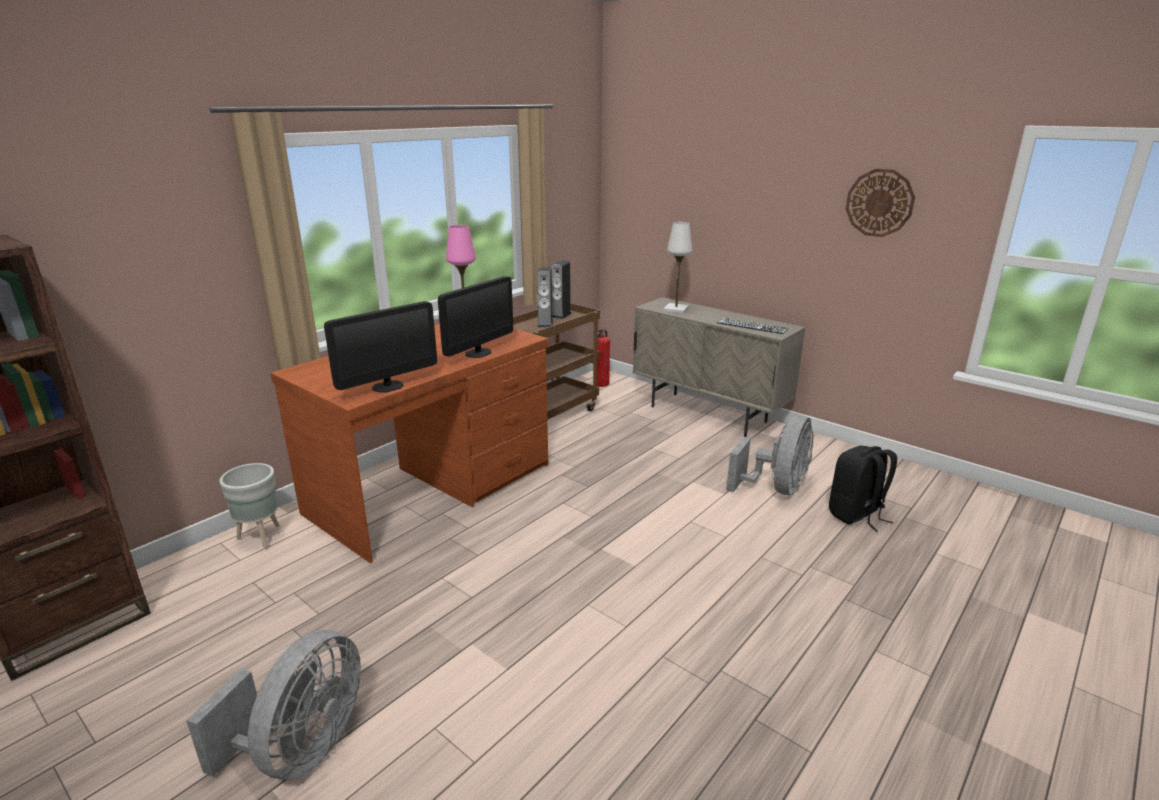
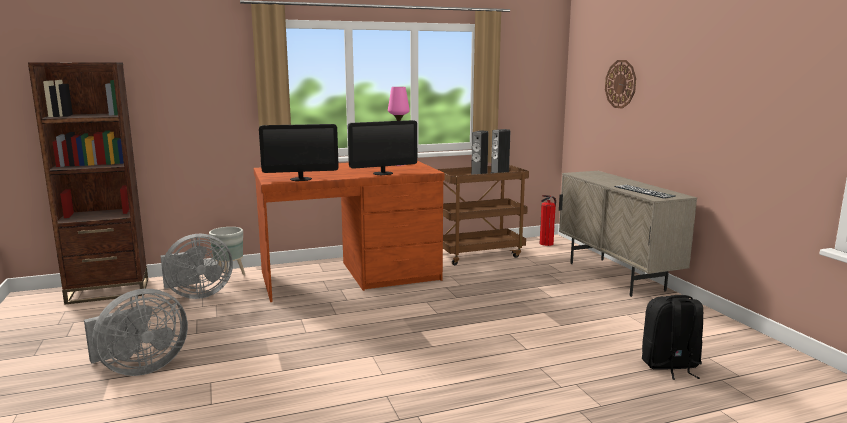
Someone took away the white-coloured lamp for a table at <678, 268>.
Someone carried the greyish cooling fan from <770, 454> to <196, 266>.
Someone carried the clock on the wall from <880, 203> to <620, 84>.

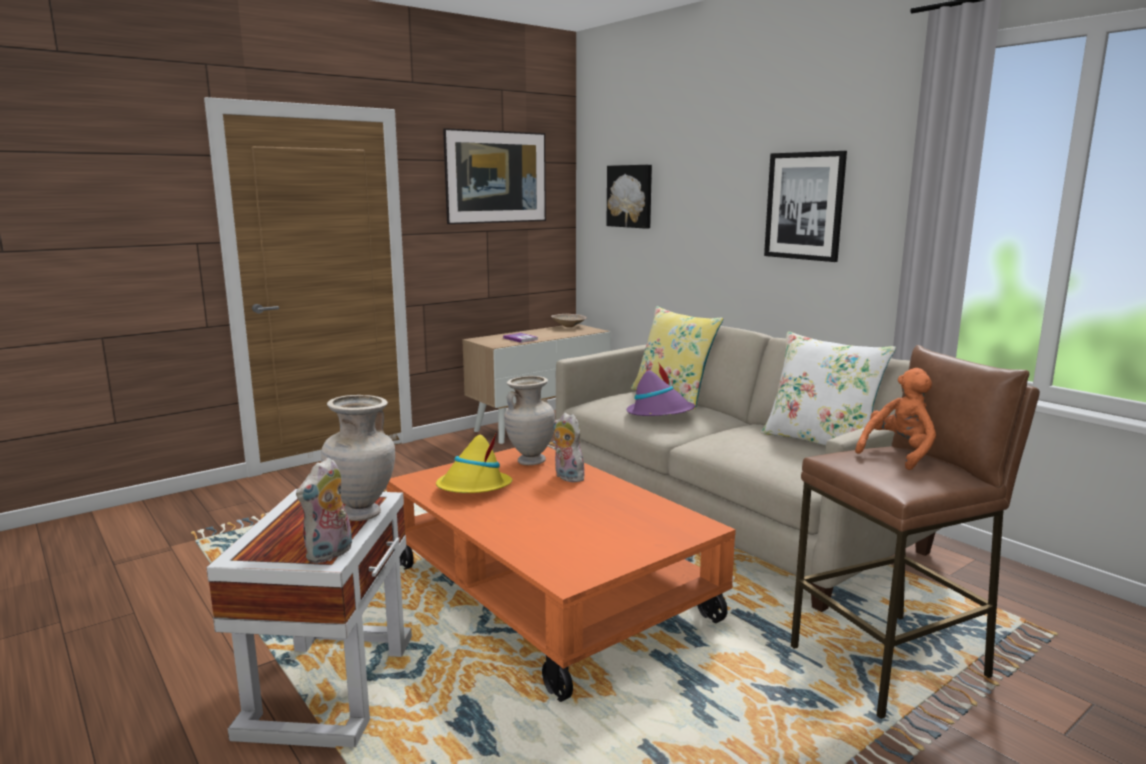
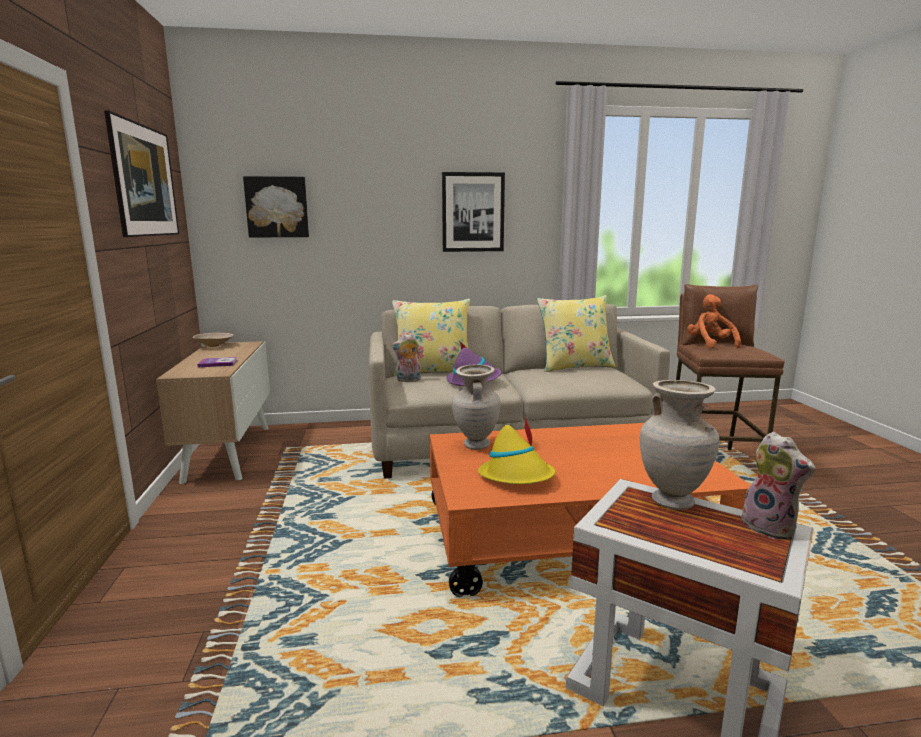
Someone carried the plush toy from <569, 447> to <406, 358>.
Someone repainted the white-coloured throw pillow at <828, 388>, which became the yellowish throw pillow at <576, 333>.

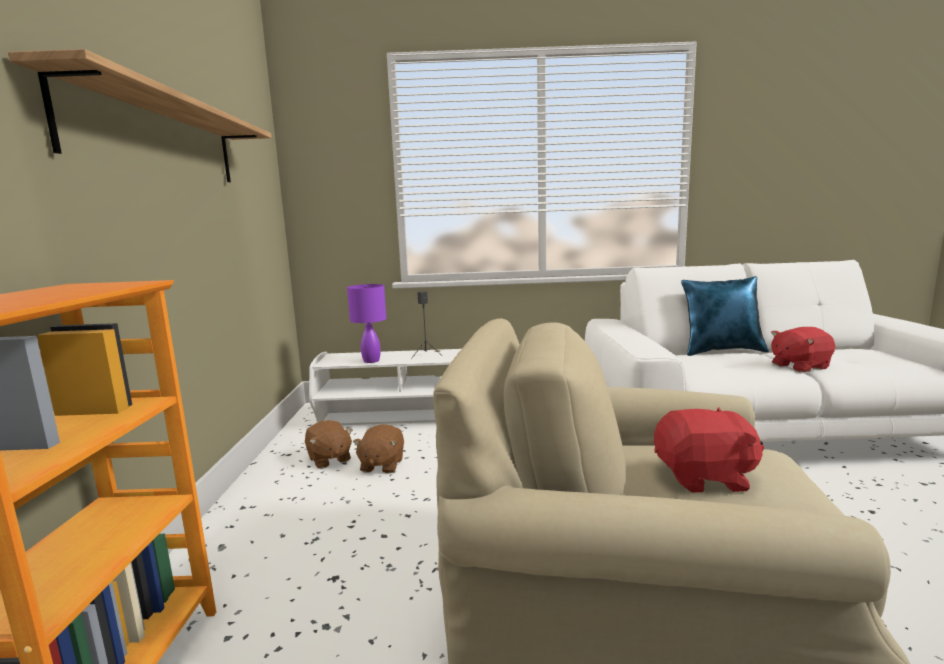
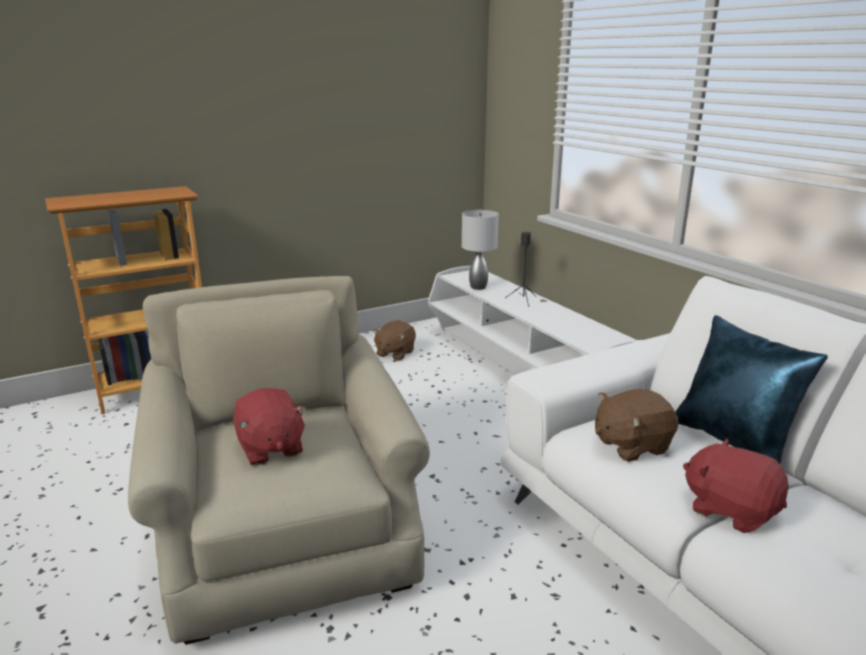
Someone took away the shelf at <140, 115>.
Someone carried the brownish plush toy from <378, 448> to <637, 425>.
Someone repainted the purple-coloured lamp for a table at <366, 323>, which became the greyish lamp for a table at <480, 250>.

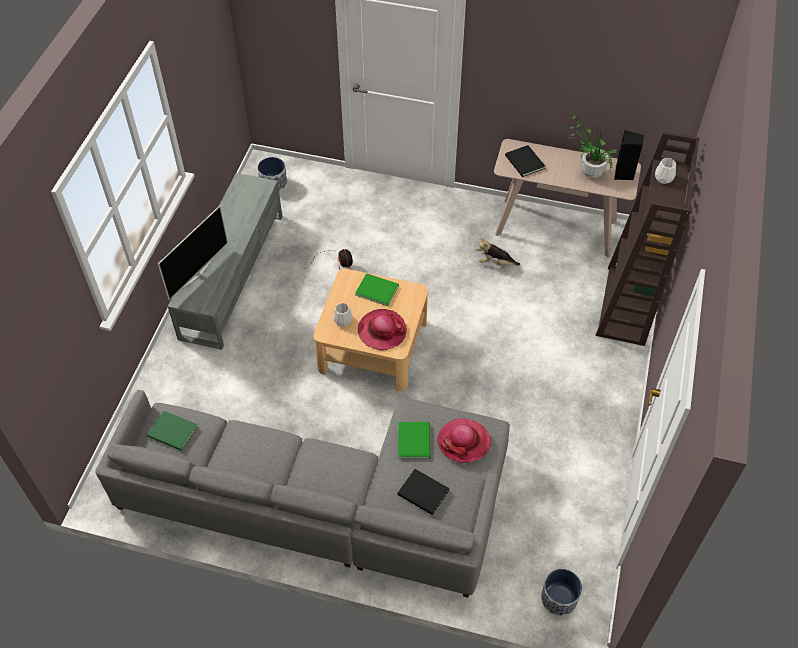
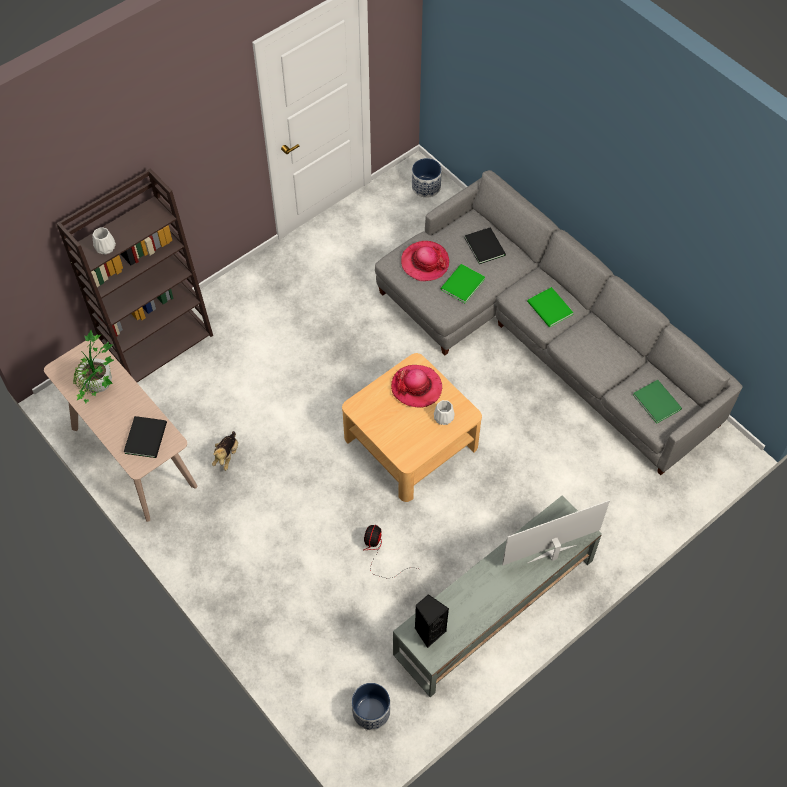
Someone carried the green volume from <377, 289> to <550, 307>.
Someone carried the black loudspeaker from <629, 155> to <432, 621>.
Someone rotated the plush toy at <498, 252> by 60 degrees clockwise.

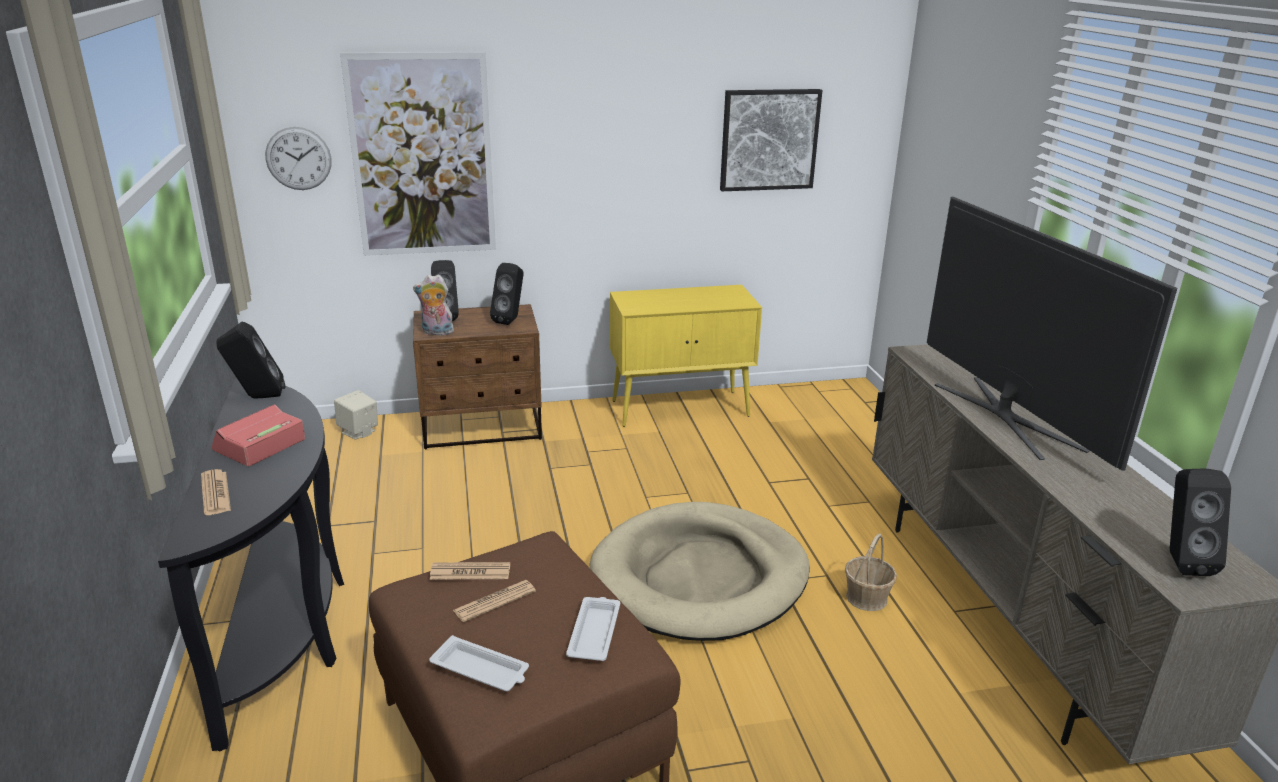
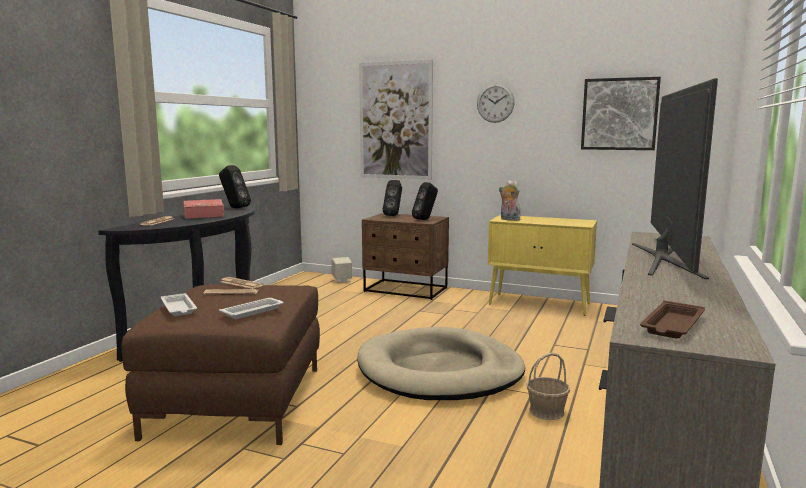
Someone carried the clock on the wall from <298, 158> to <496, 103>.
Someone carried the plush toy from <433, 304> to <509, 200>.
Someone swapped the black loudspeaker at <1200, 522> for the brownish tray at <672, 320>.

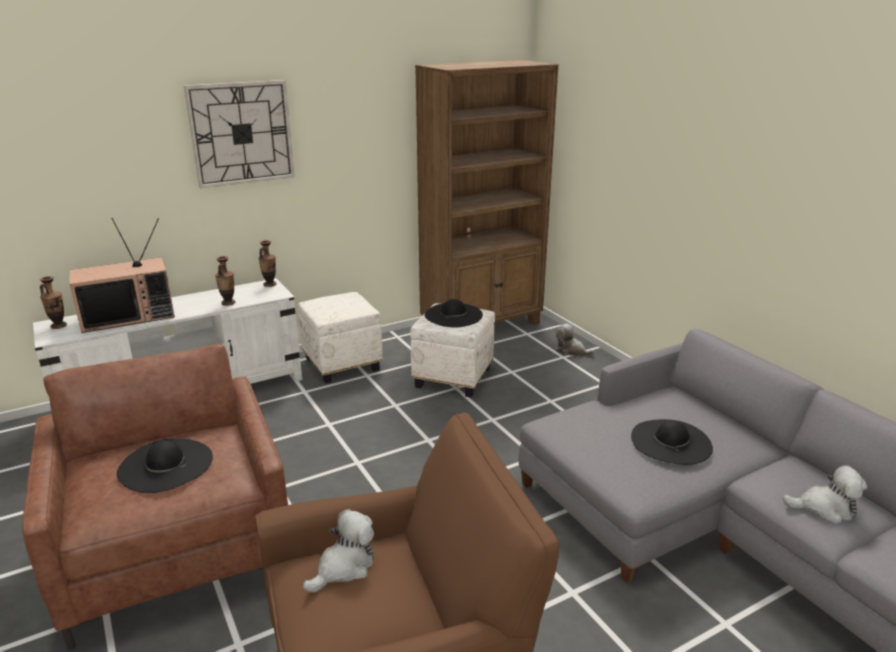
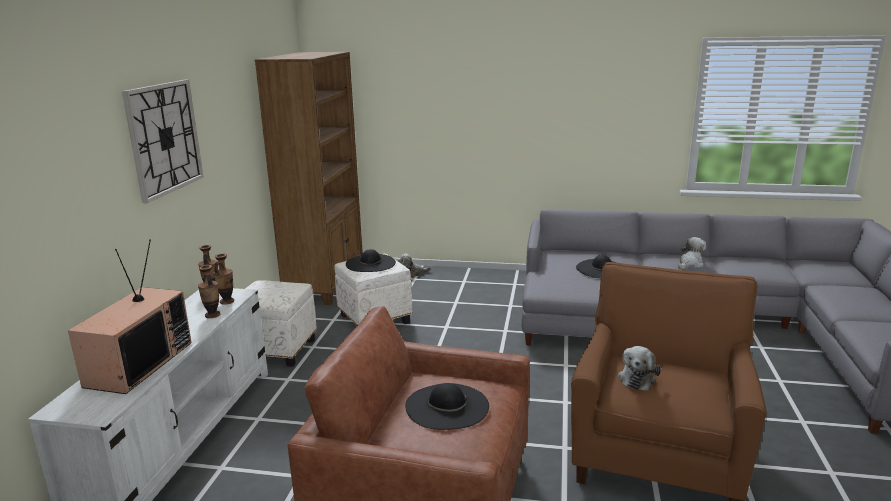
Someone carried the decorative vase from <53, 302> to <223, 279>.
Someone rotated the plush toy at <338, 550> by 150 degrees counterclockwise.

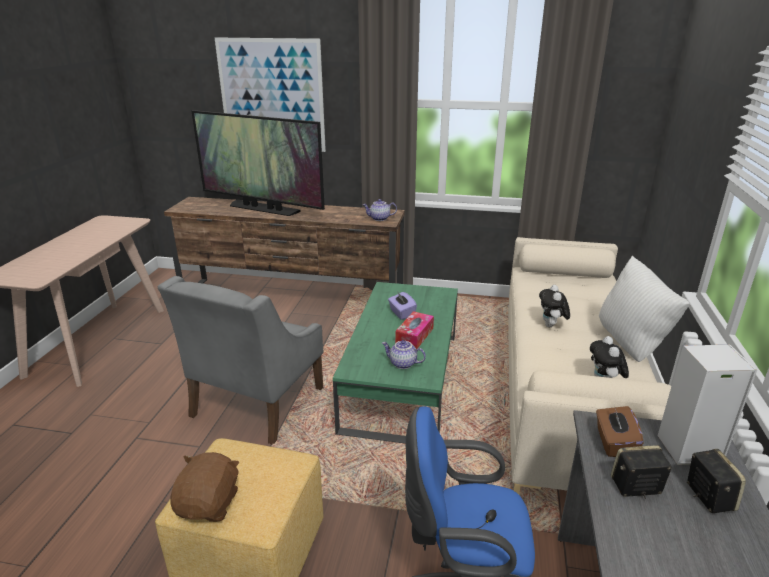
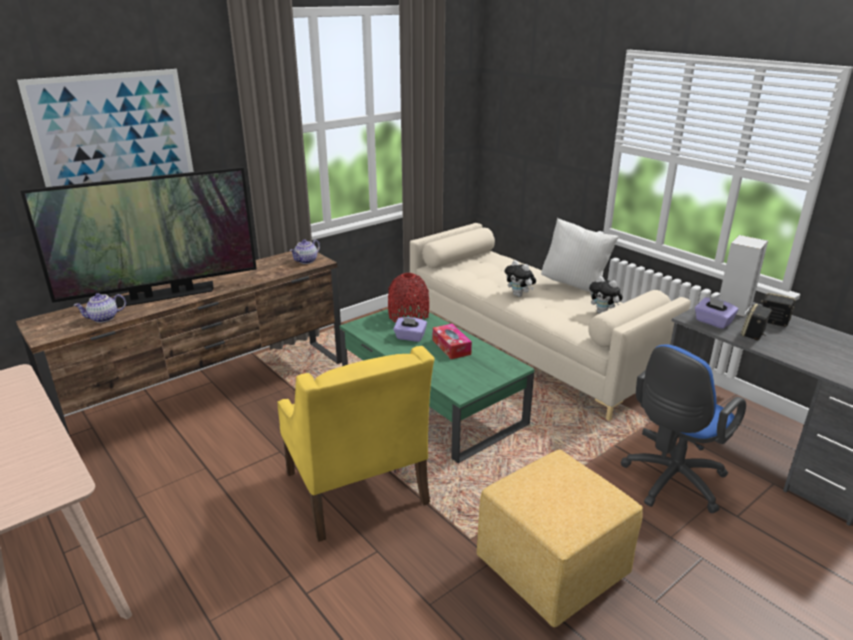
Someone took away the brownish plush toy at <205, 487>.
Someone put down the red decorative vase at <408, 297>.
Someone carried the tea pot from <404, 354> to <99, 308>.
Someone repainted the greyish lounge chair at <241, 360>, which became the yellowish lounge chair at <355, 444>.
Someone repainted the brownish tissue holder at <619, 430>, which became the purple-coloured tissue holder at <717, 313>.

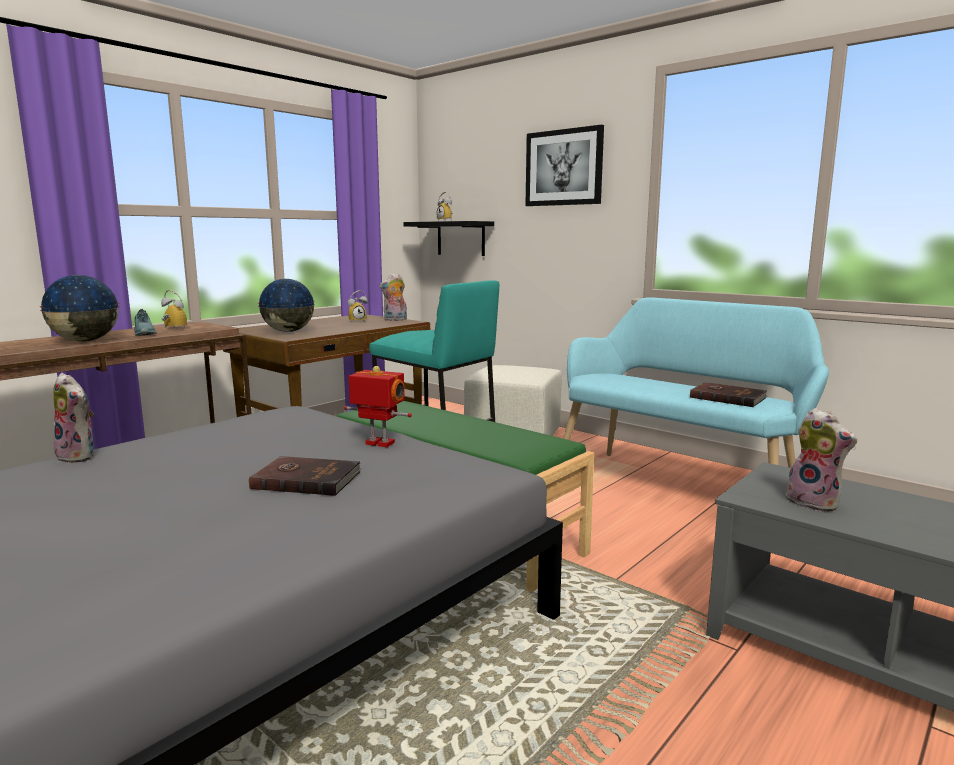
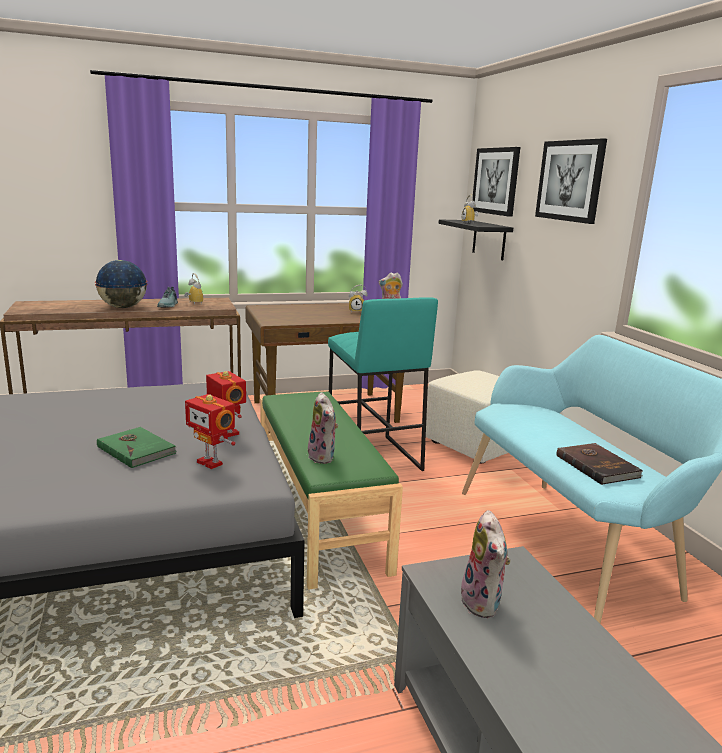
Someone took away the world globe at <286, 305>.
Someone put down the toy robot at <210, 431>.
Someone put up the wall art at <496, 182>.
Someone carried the plush toy from <74, 418> to <323, 428>.
Someone repainted the brownish volume at <305, 476>, which became the green volume at <137, 447>.

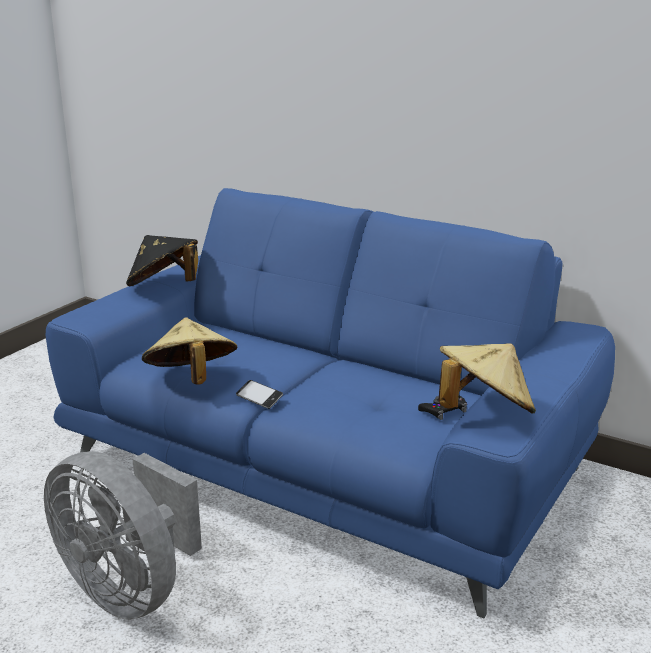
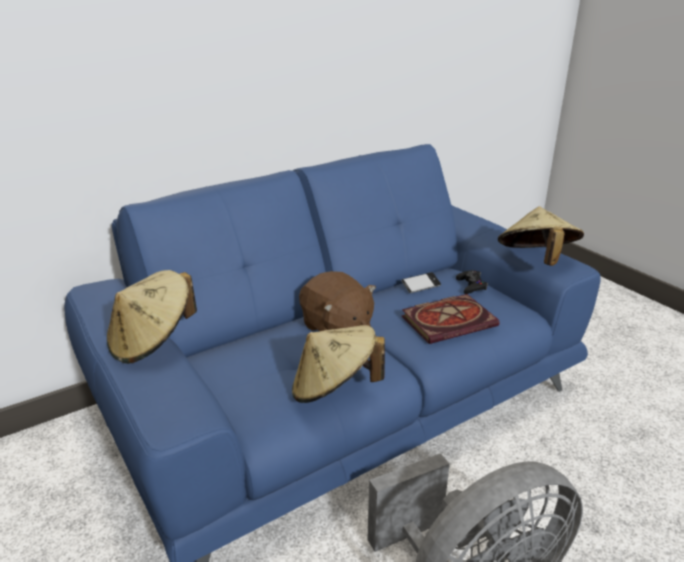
Someone put down the brownish plush toy at <337, 301>.
Someone put down the volume at <450, 319>.
Someone carried the handset from <259, 394> to <421, 282>.
Someone repainted the black clothing hat at <162, 260>, which became the sand-coloured clothing hat at <152, 317>.

